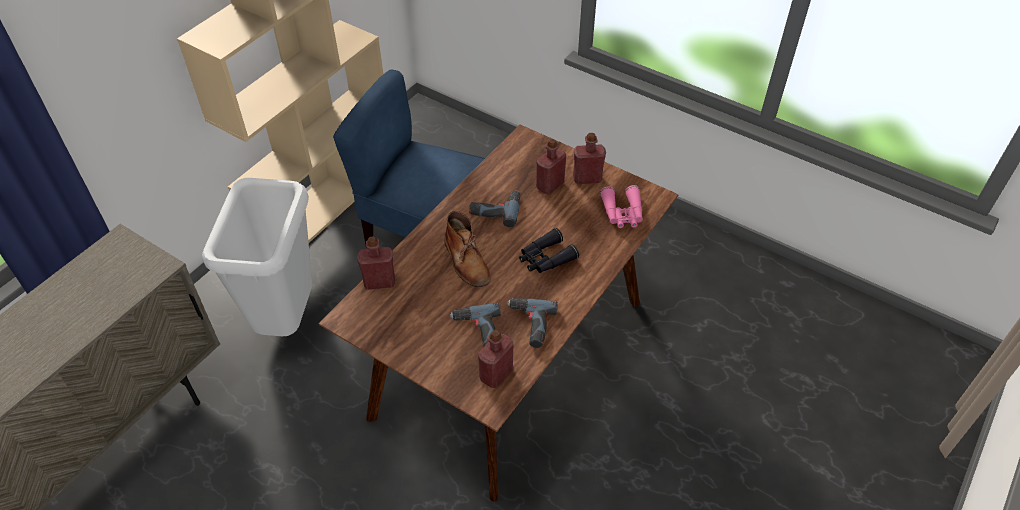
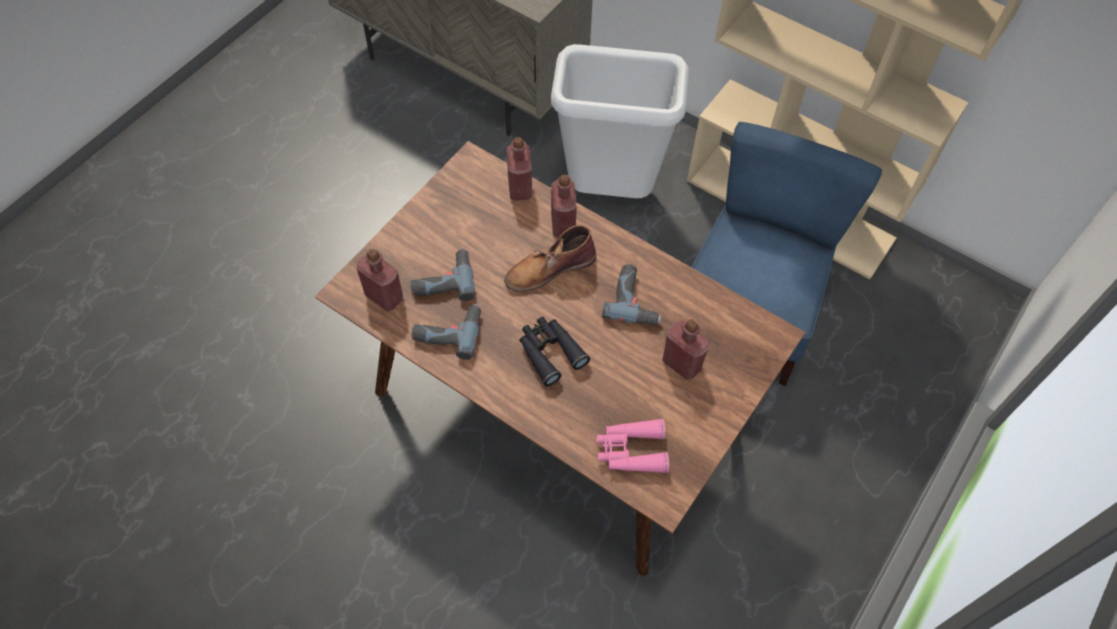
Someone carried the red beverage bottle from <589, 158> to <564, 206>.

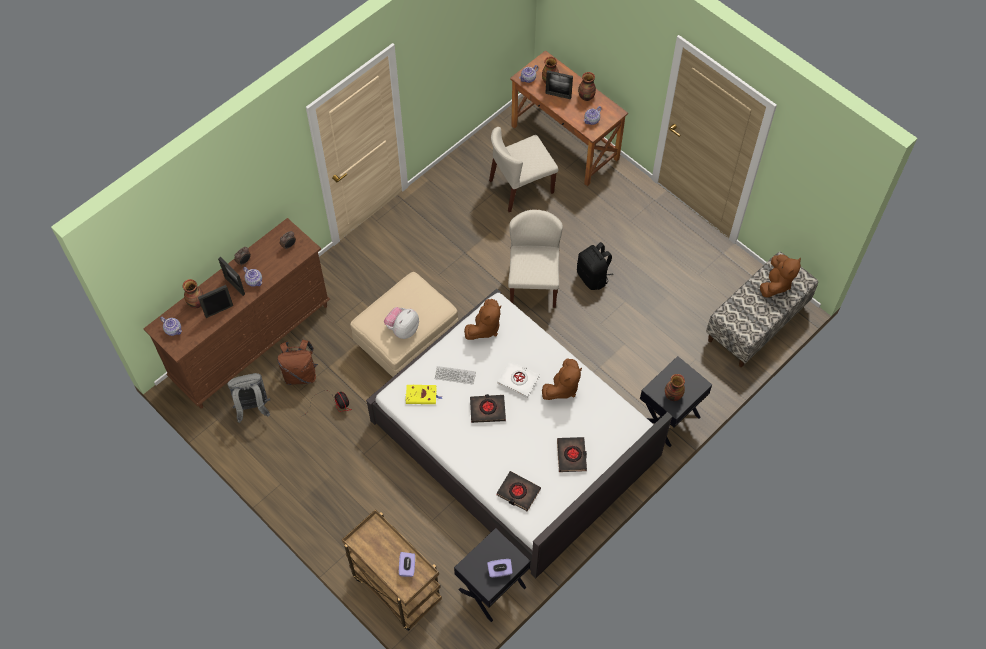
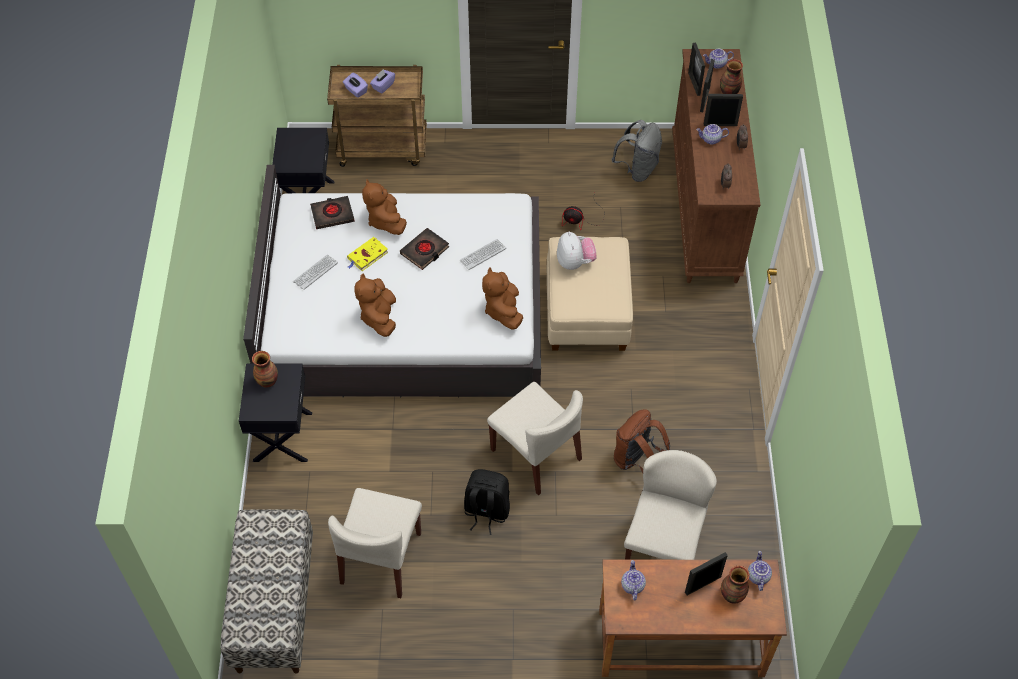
Someone took away the white-coloured volume at <518, 379>.
Someone took away the decorative vase at <587, 86>.
Someone put down the sand-coloured plain chair at <375, 543>.
Someone put down the picture frame at <696, 69>.
Someone carried the brownish knapsack from <297, 362> to <642, 441>.
Someone carried the yellowish volume from <423, 394> to <367, 254>.
Someone carried the purple-coloured tissue holder from <500, 568> to <382, 81>.
Someone carried the brownish plush toy from <780, 276> to <384, 207>.
Someone swapped the black volume at <572, 454> for the keyboard at <315, 272>.

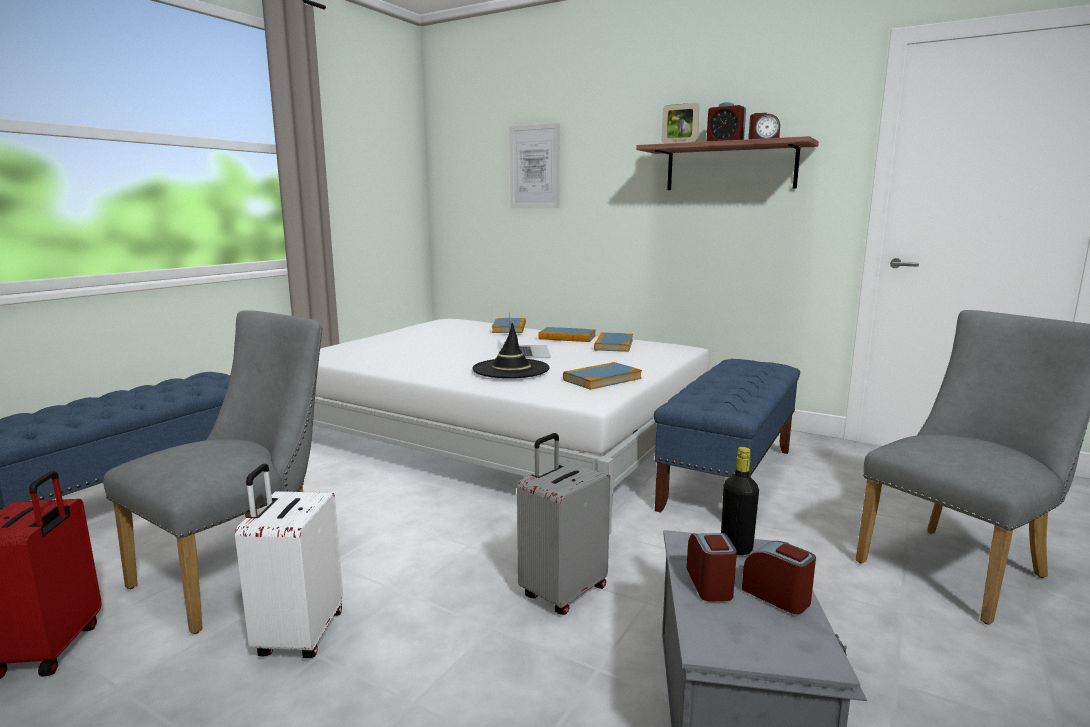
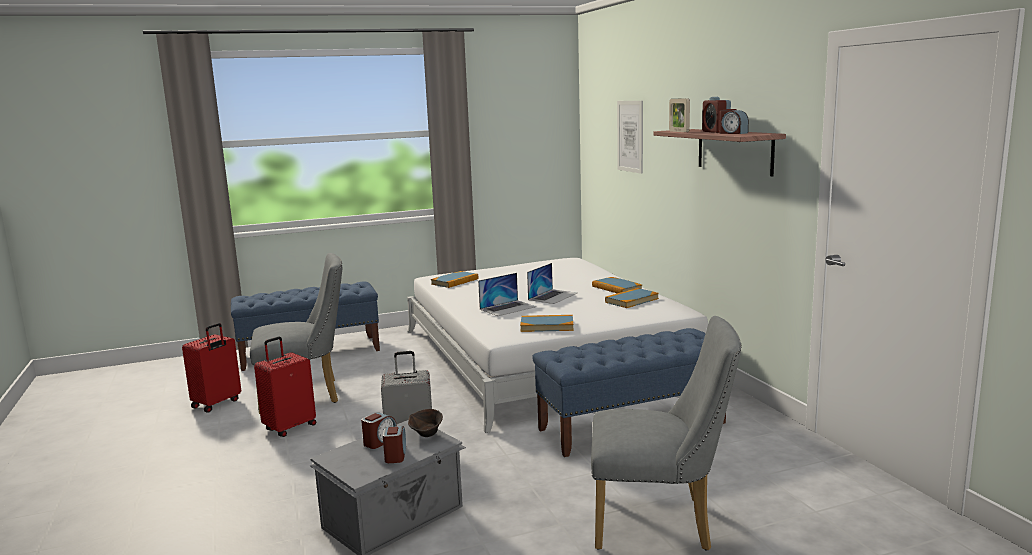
Someone carried the volume from <509, 325> to <454, 279>.
Someone swapped the black clothing hat at <511, 350> for the portable computer at <507, 294>.
Someone swapped the black beverage bottle at <740, 501> for the brownish deep dish at <425, 423>.
Someone repainted the white-coloured piece of luggage at <289, 561>, which became the red piece of luggage at <285, 387>.

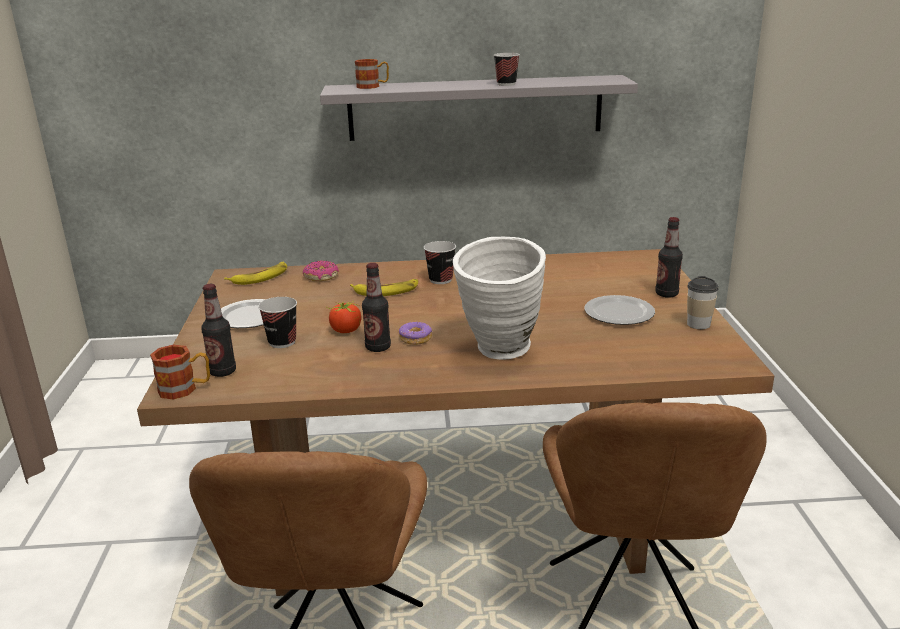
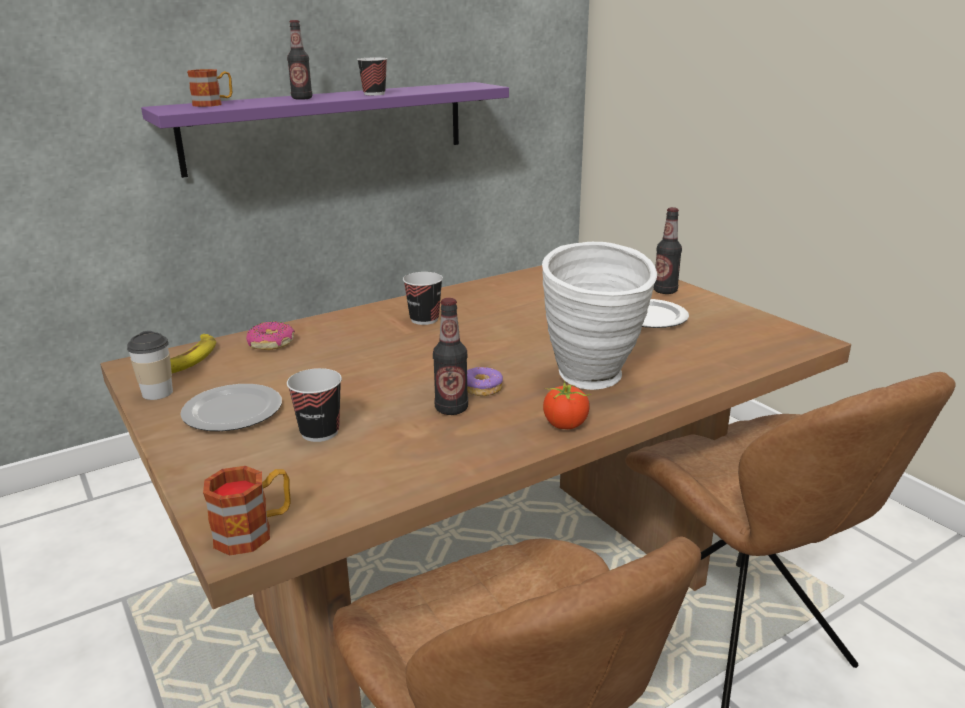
Someone took away the banana fruit at <384, 287>.
Someone carried the beverage bottle from <218, 330> to <299, 60>.
Someone carried the fresh tomato from <343, 316> to <567, 405>.
Someone carried the small cup from <702, 302> to <150, 365>.
Someone repainted the greyish shelf at <479, 108>, which became the purple-coloured shelf at <325, 130>.

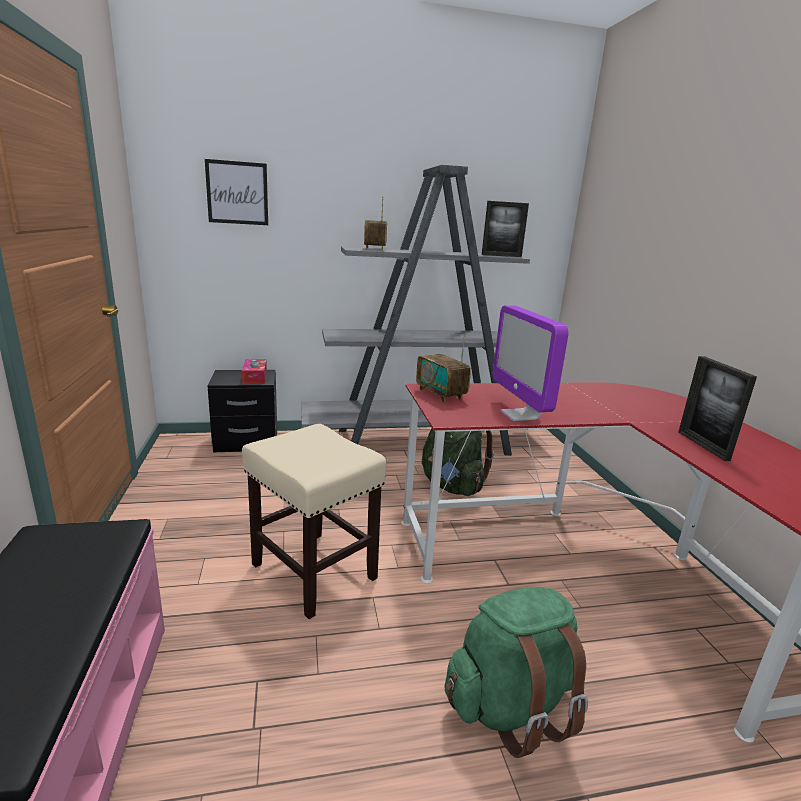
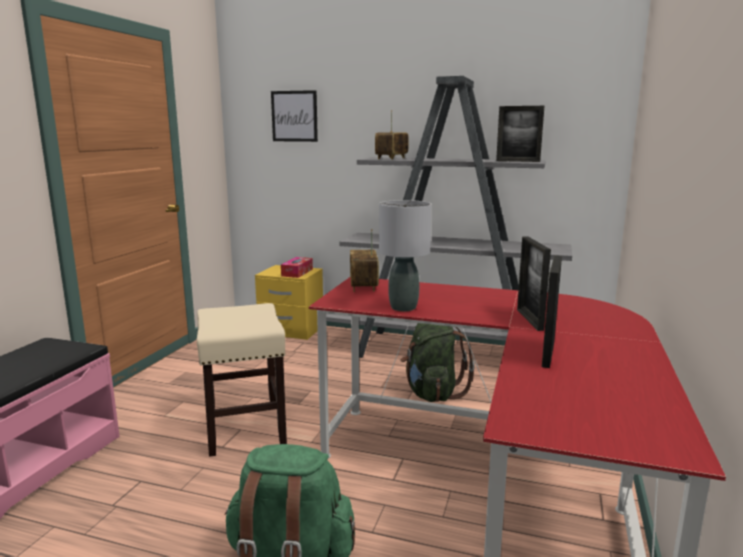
Someone put down the picture frame at <534, 284>.
Someone swapped the computer display at <530, 363> for the greyish lamp for a table at <405, 255>.
Someone repainted the black nightstand at <242, 411>, which became the yellowish nightstand at <289, 302>.

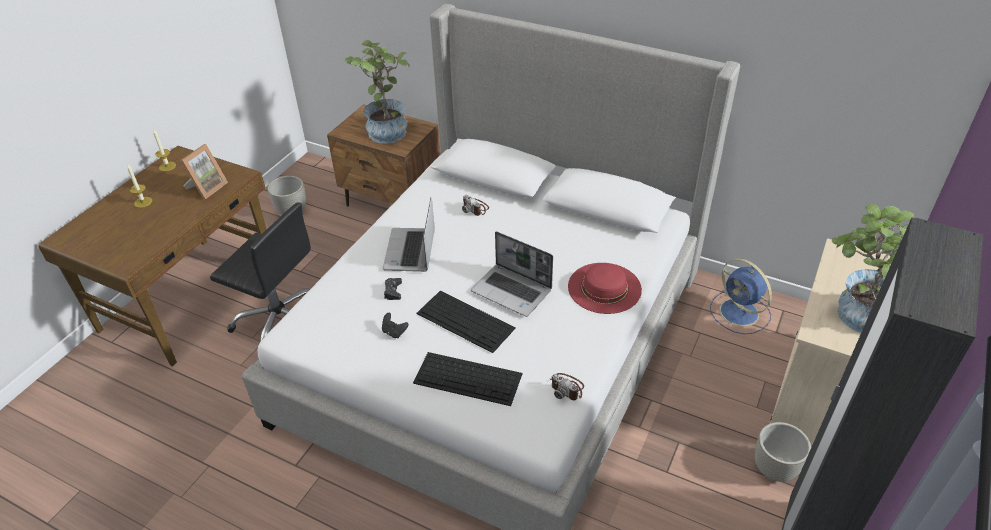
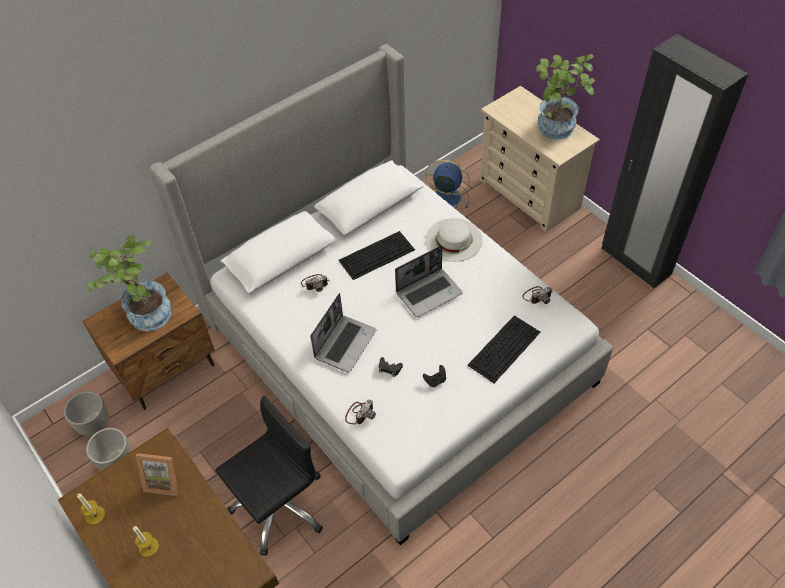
Someone put down the photo camera at <360, 412>.
Someone carried the keyboard from <466, 322> to <376, 255>.
Someone carried the greyish flower pot from <783, 452> to <86, 413>.
Someone repainted the red clothing hat at <605, 288>, which became the white-coloured clothing hat at <454, 240>.
Someone rotated the picture frame at <204, 171> by 135 degrees clockwise.
Someone rotated the portable computer at <409, 234> by 90 degrees counterclockwise.
Someone rotated the blue-coloured cooling fan at <741, 296> by 150 degrees counterclockwise.

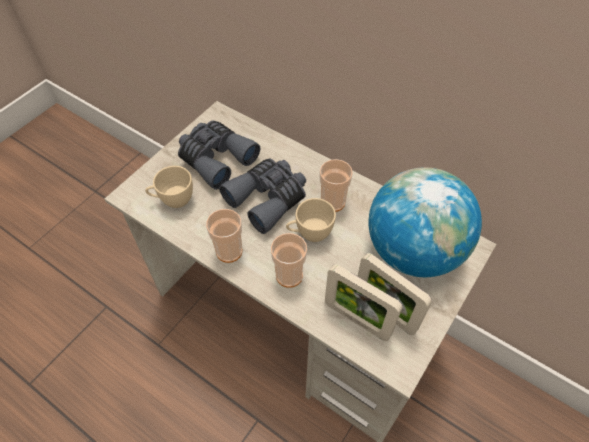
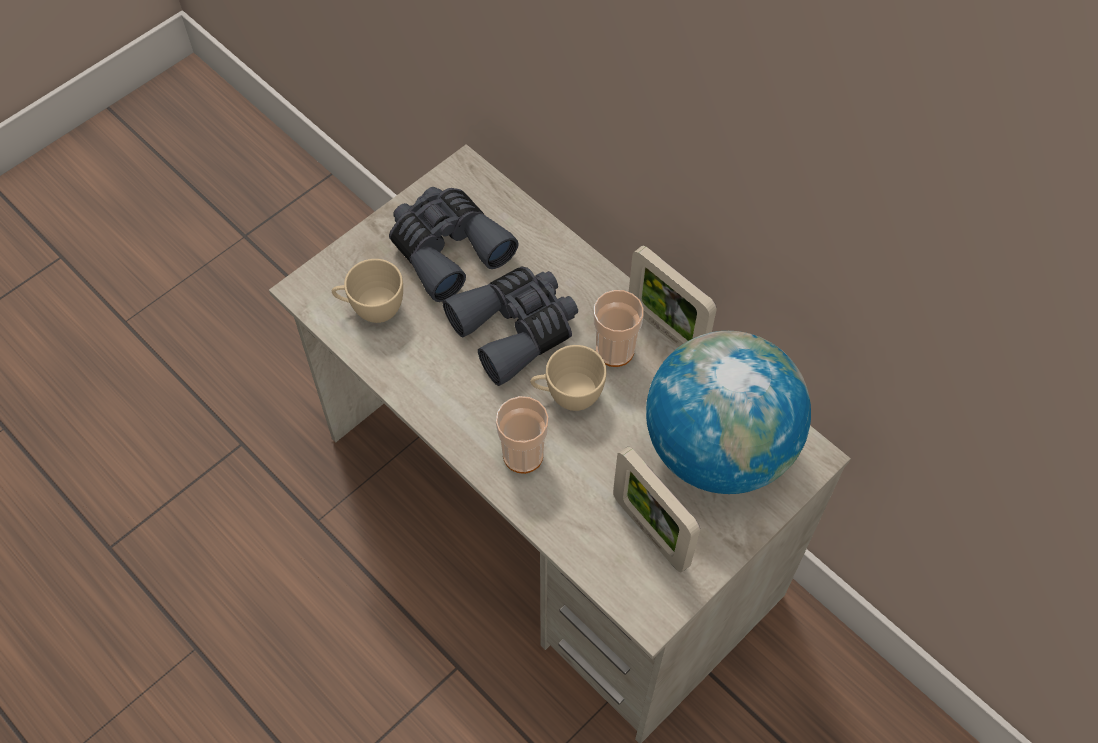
Someone took away the small cup at <224, 236>.
Someone carried the picture frame from <364, 302> to <673, 296>.

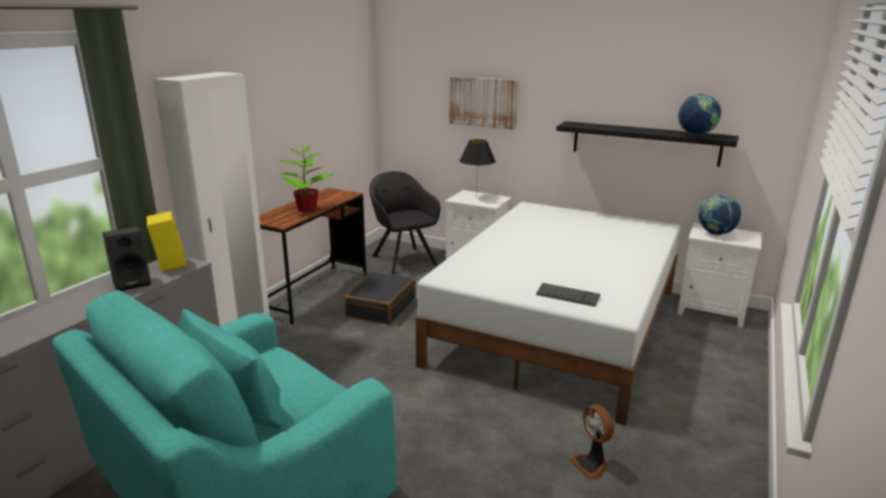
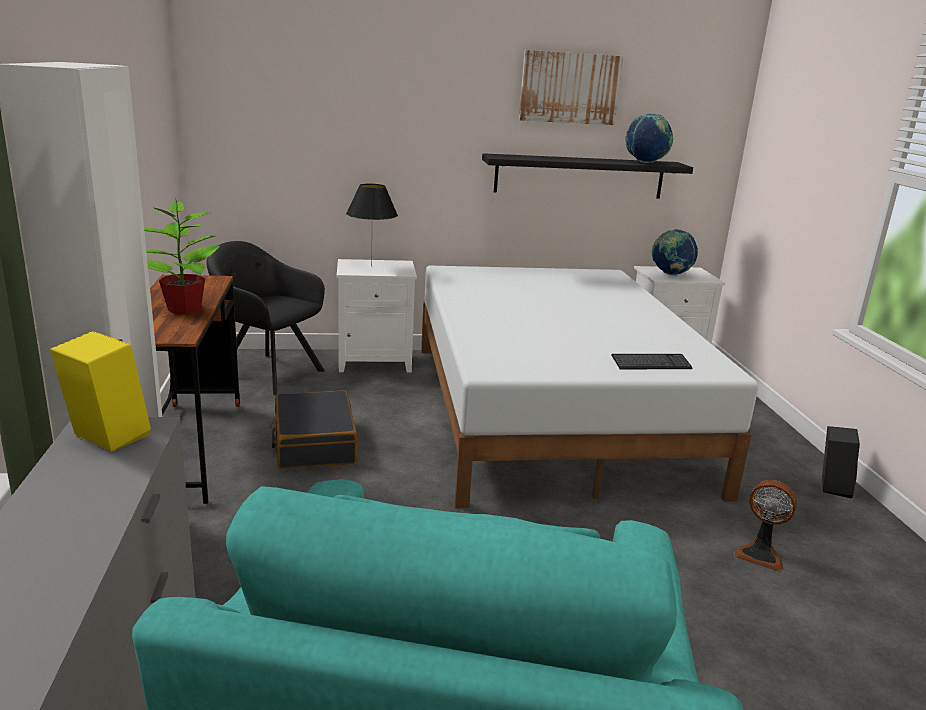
Someone carried the black loudspeaker from <126, 259> to <841, 462>.
Someone carried the wall art from <483, 103> to <571, 87>.

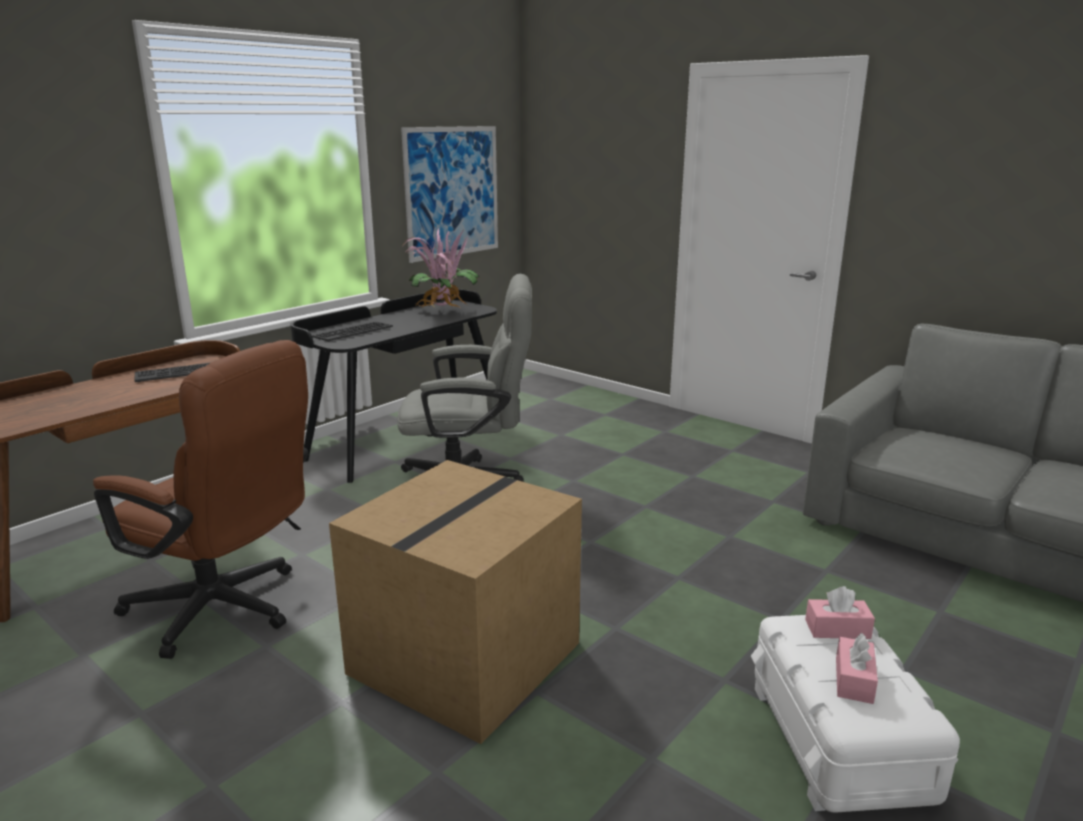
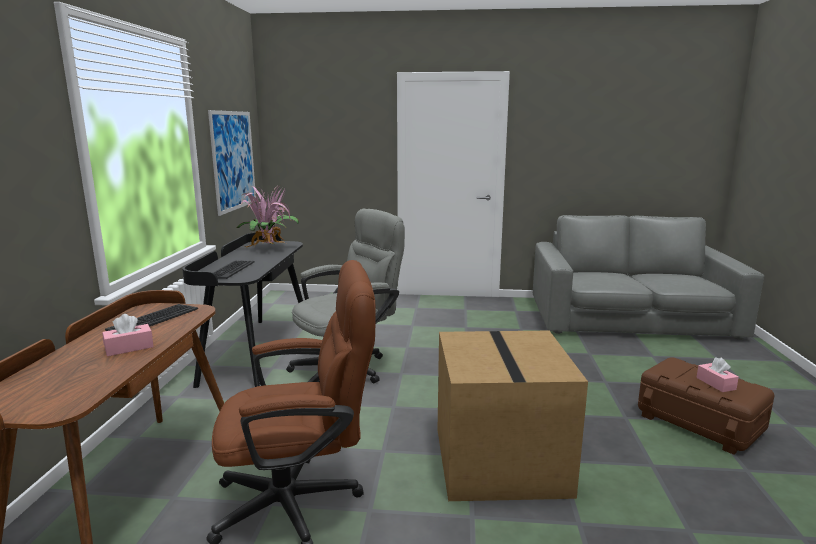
Someone carried the pink-coloured tissue holder from <840, 612> to <128, 335>.
Someone repainted the white-coloured storage bin at <855, 714>, which became the brownish storage bin at <706, 406>.

